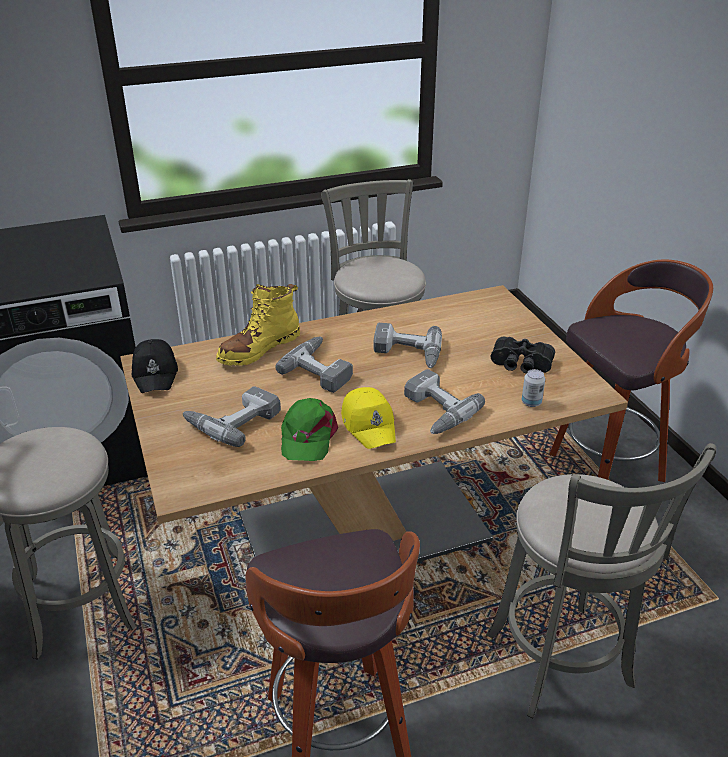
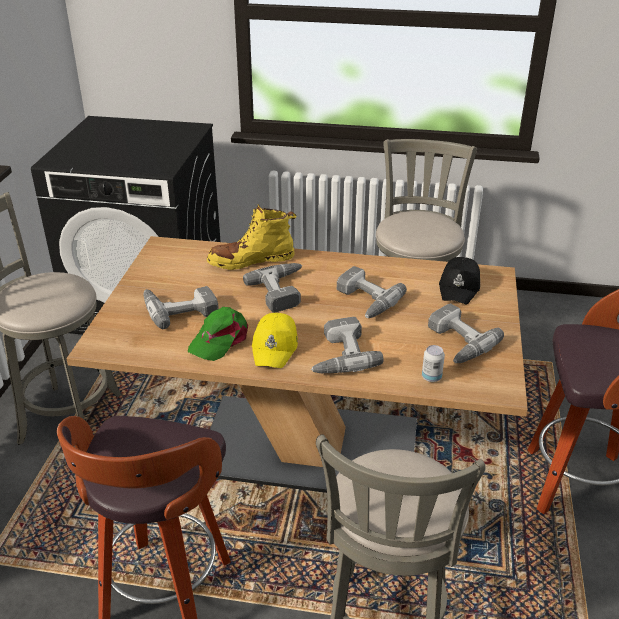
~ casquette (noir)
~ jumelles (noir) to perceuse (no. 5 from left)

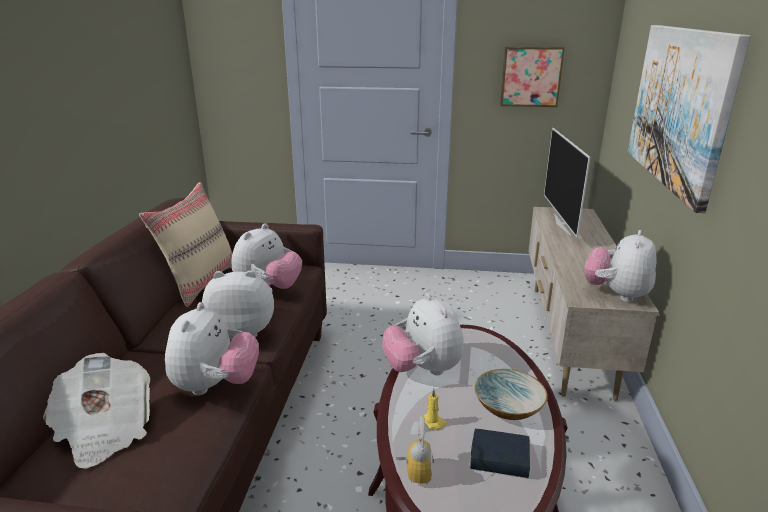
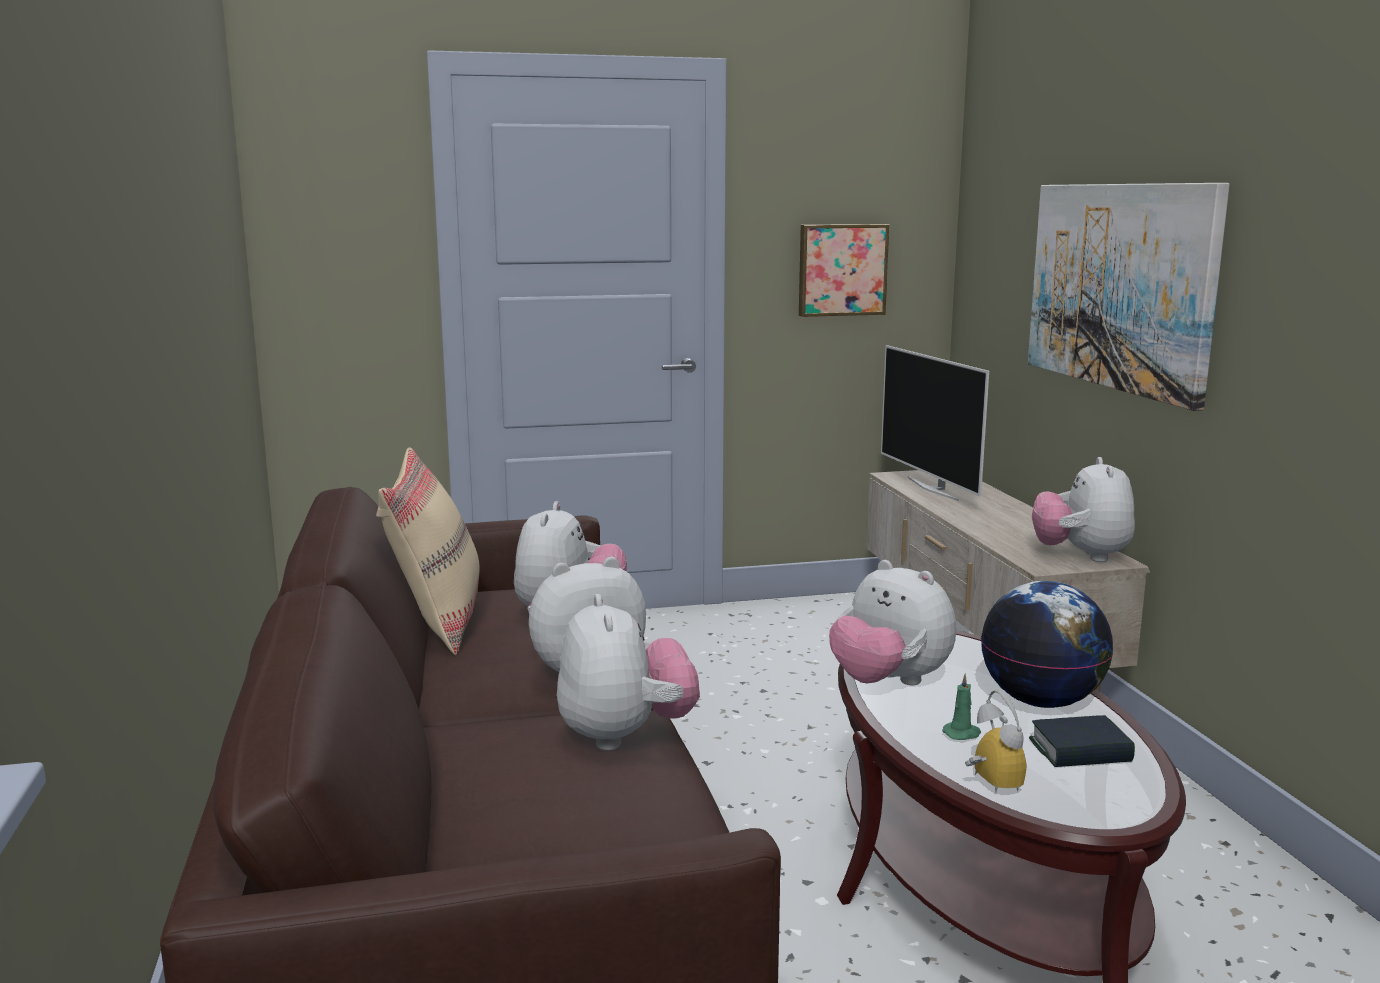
- journal
~ bol to globe
~ bougie (jaune) to bougie (vert)

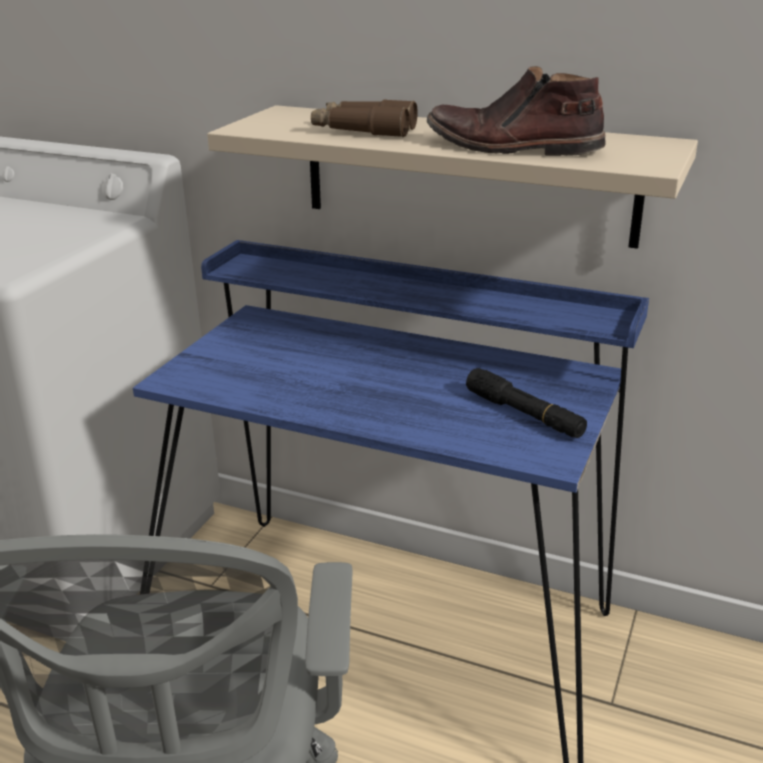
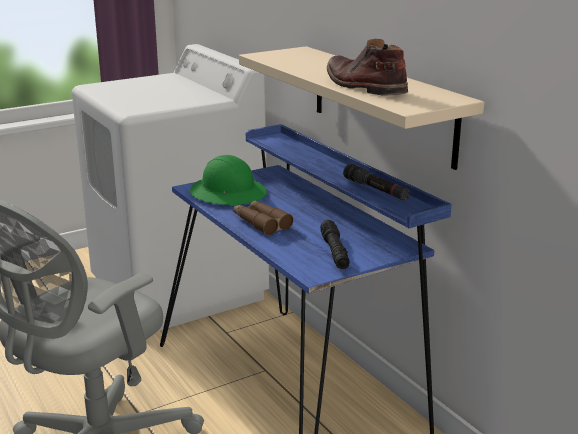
+ casque de chantier (vert)
+ lampe de poche (noir) (no. 2 from left)
~ jumelles (marron)

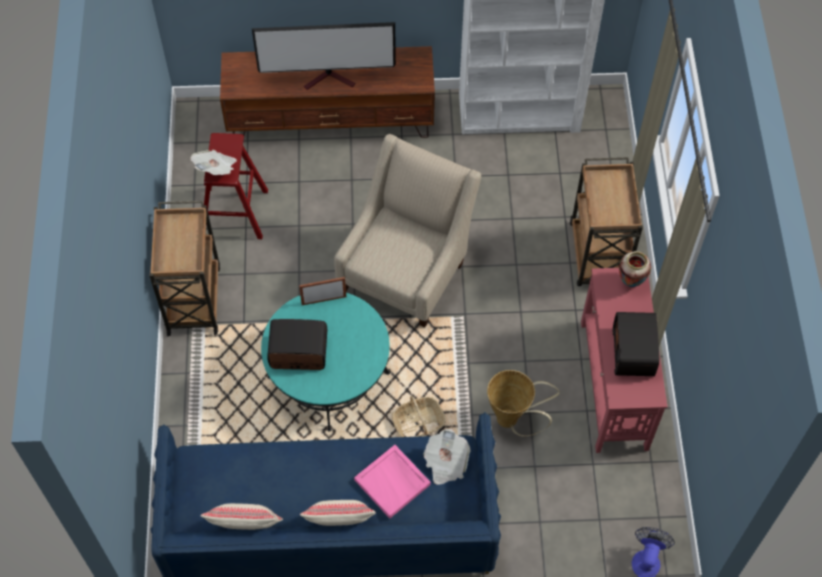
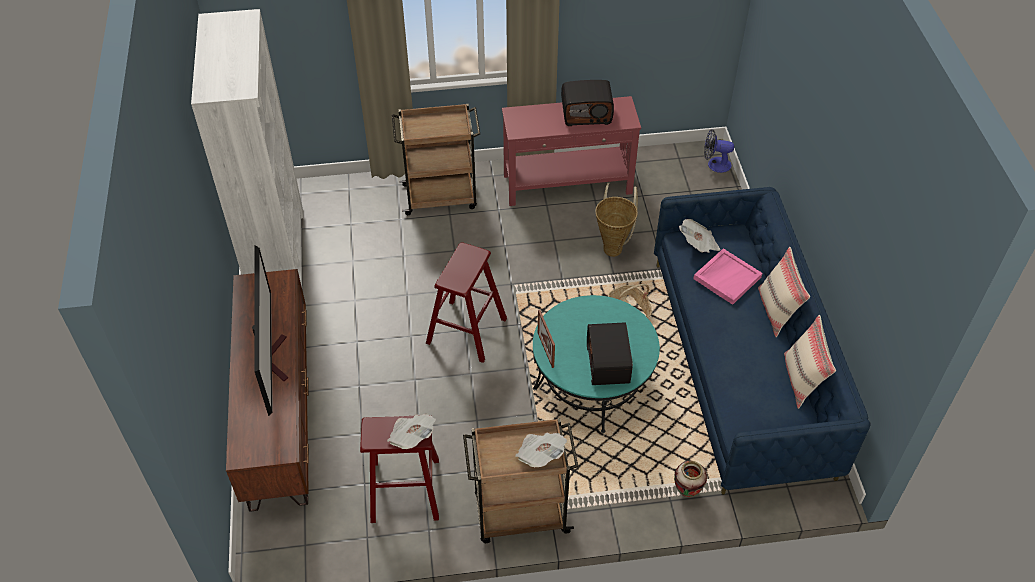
+ journal (no. 2 from left)
~ vase
~ fauteuil (beige) to tabouret (rouge) (no. 2 from left)

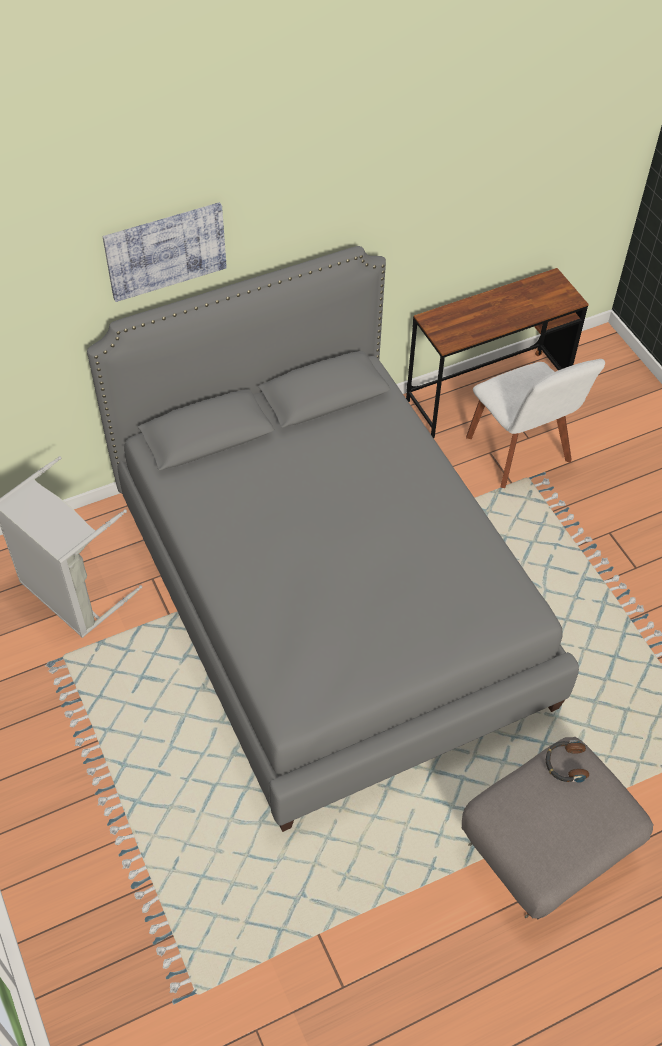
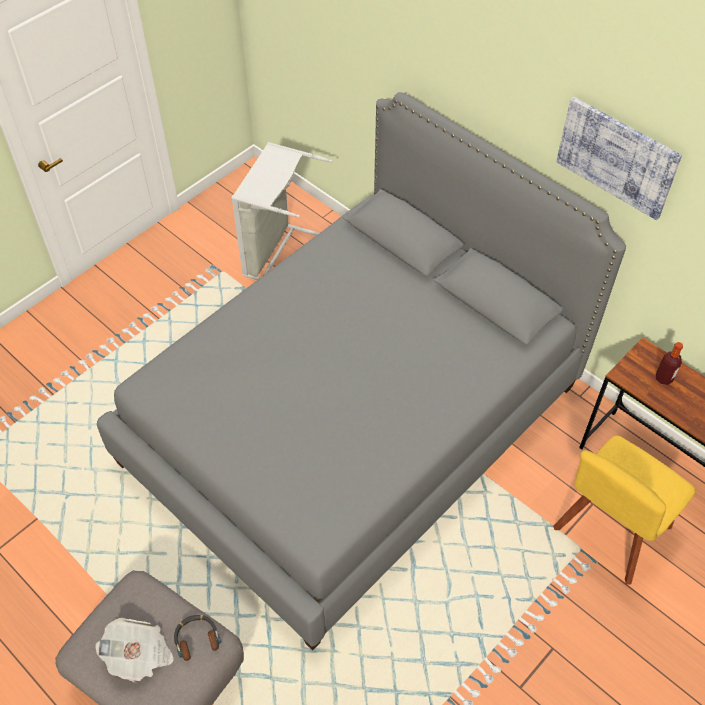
+ journal
+ bouteille
~ tableau
~ chaise (blanc) to chaise (jaune)

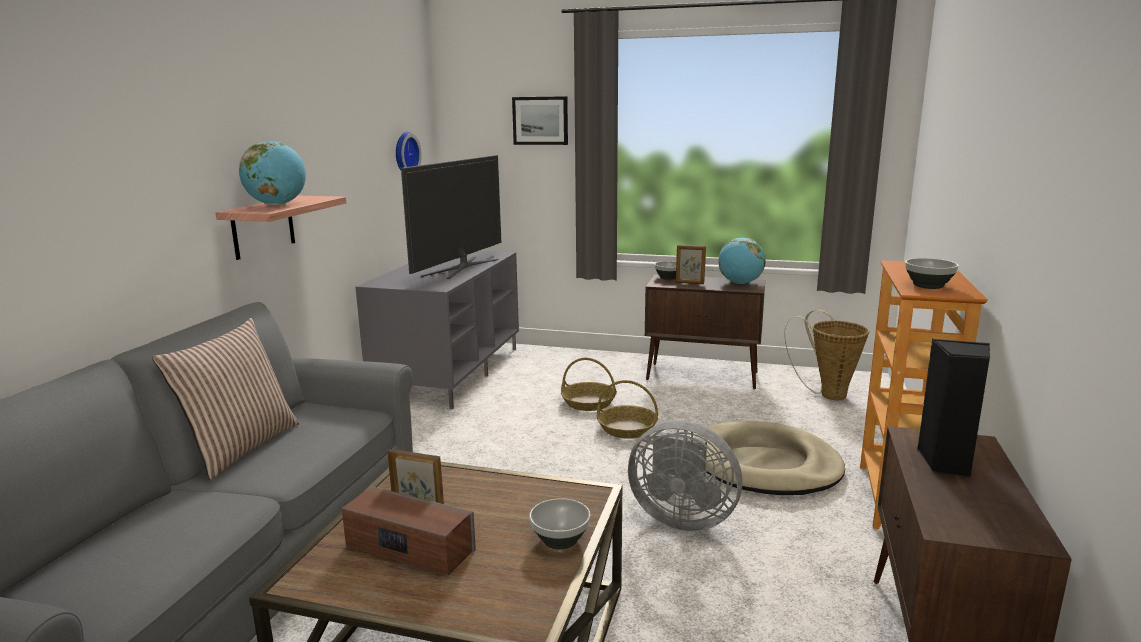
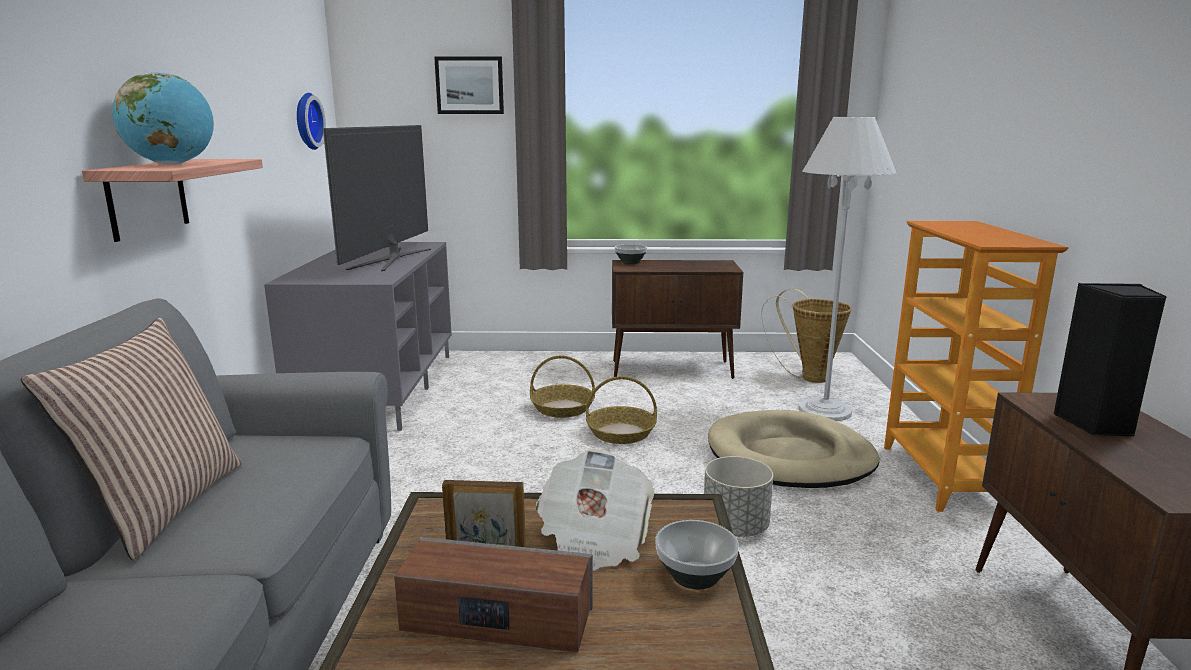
- cadre photo (no. 2 from left)
- globe (no. 2 from left)
- bol (no. 3 from left)
+ journal
+ lampadaire (blanc)
~ ventilateur (gris) to cache-pot (gris)

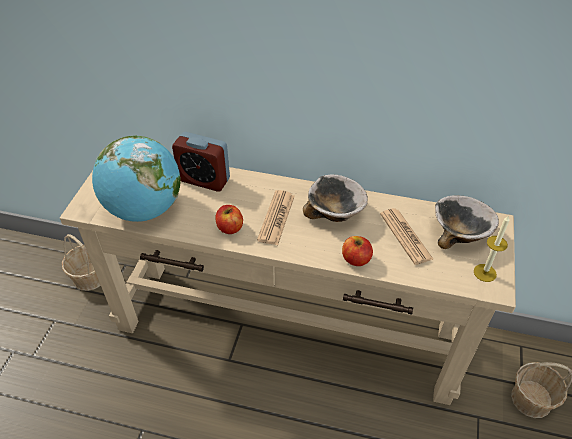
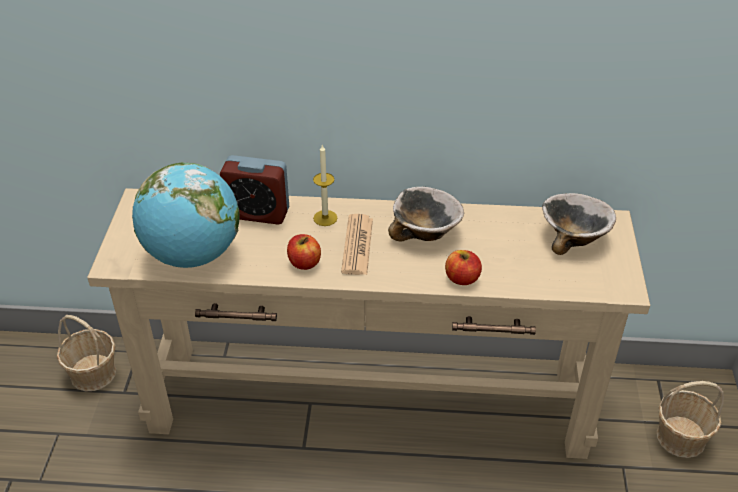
- journal (no. 2 from left)
~ bougie

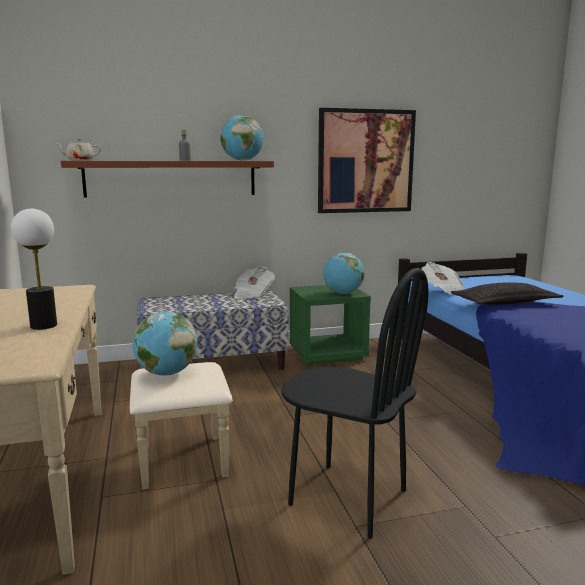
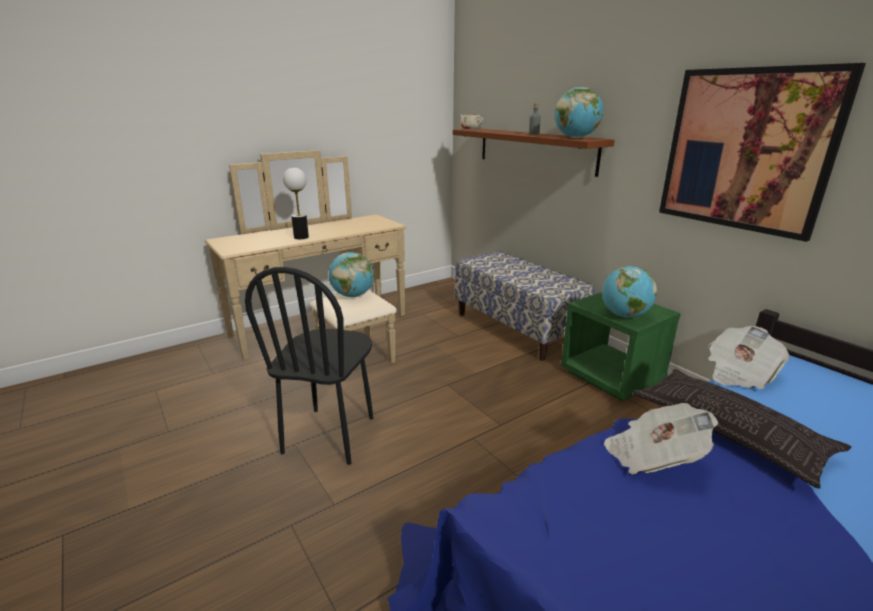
~ journal (no. 1 from left)

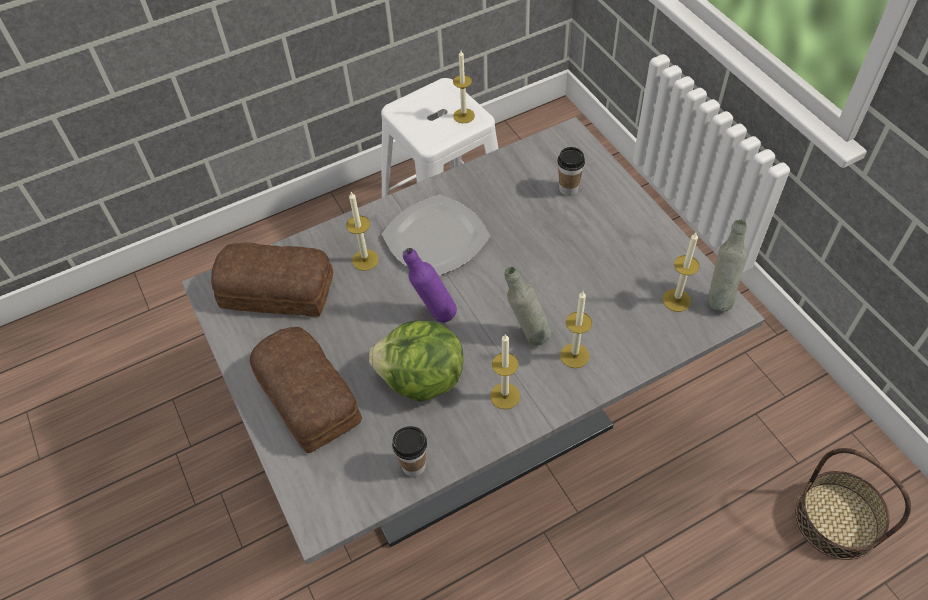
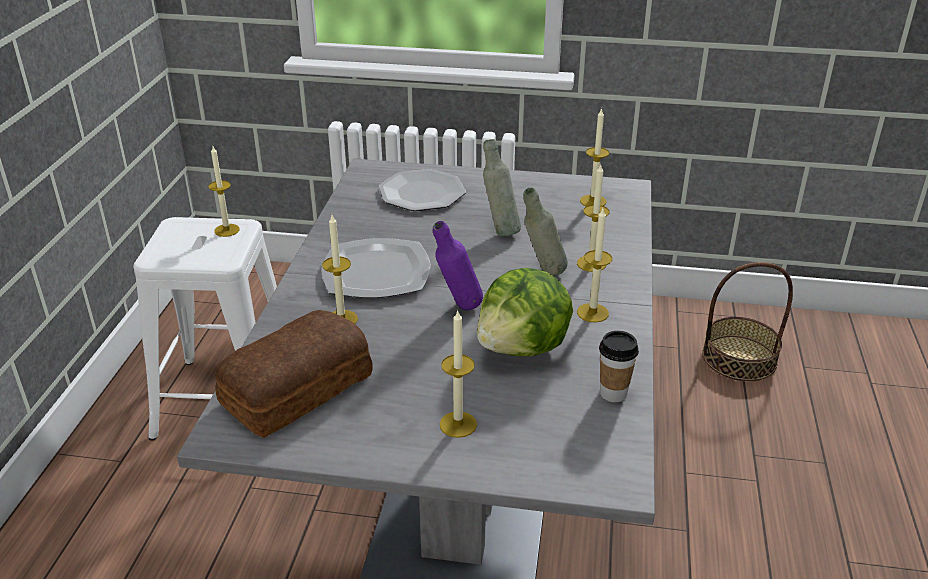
~ bouteille (gris) (no. 2 from left in the first image) to bouteille (gris) (no. 1 from left)
~ pain (no. 2 from left) to bougie (no. 3 from left)
~ tasse (no. 2 from left) to assiette (no. 2 from left)

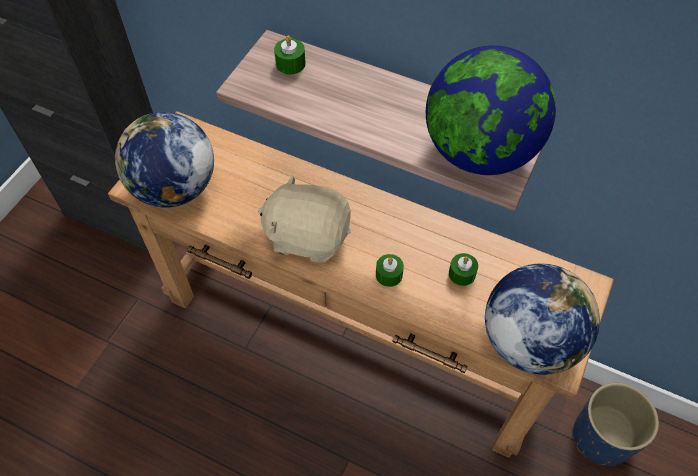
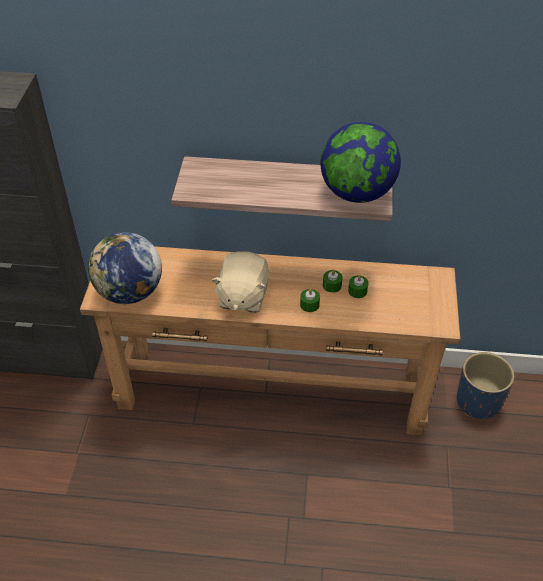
- globe (no. 3 from left)
~ bougie (vert) (no. 1 from left in the first image) to bougie (vert) (no. 2 from left)
~ peluche (beige) 75 degrees counterclockwise

